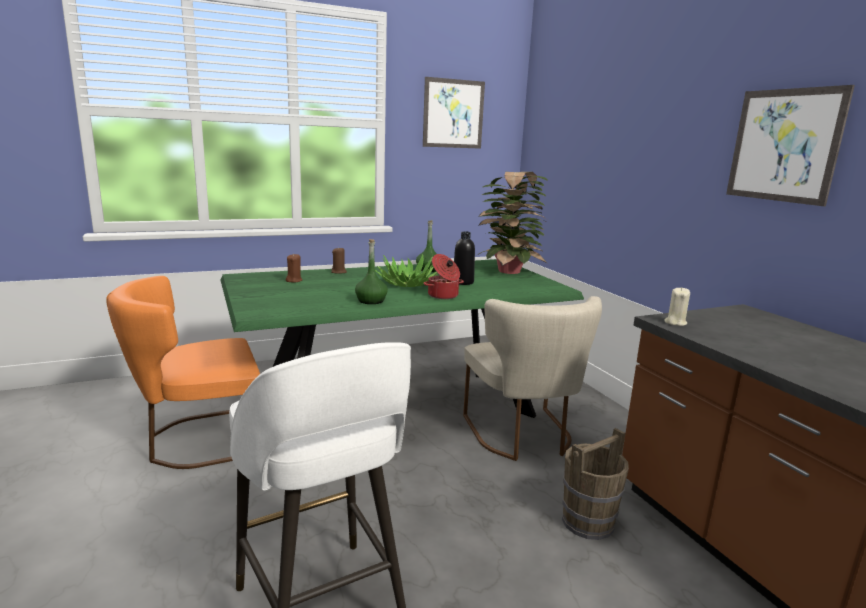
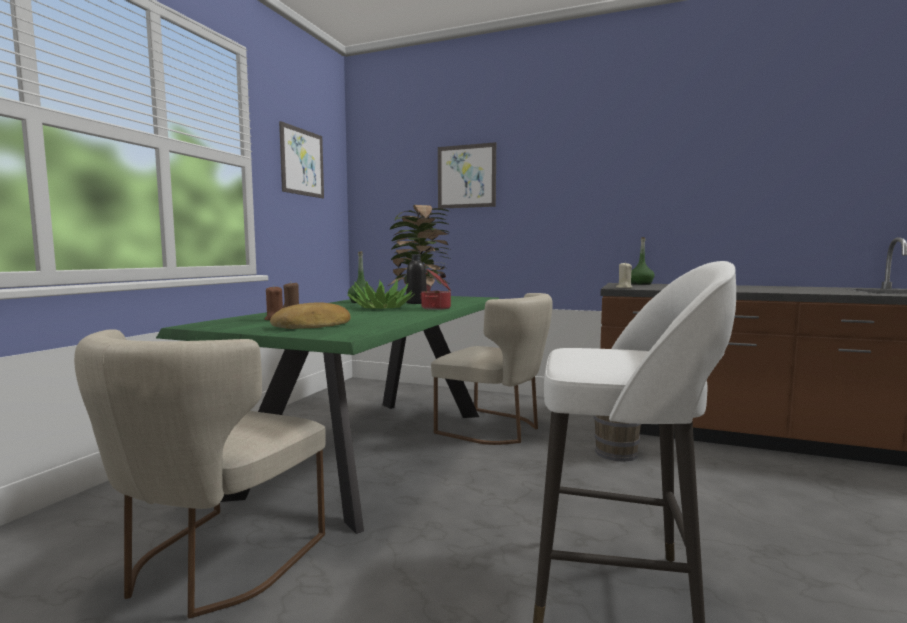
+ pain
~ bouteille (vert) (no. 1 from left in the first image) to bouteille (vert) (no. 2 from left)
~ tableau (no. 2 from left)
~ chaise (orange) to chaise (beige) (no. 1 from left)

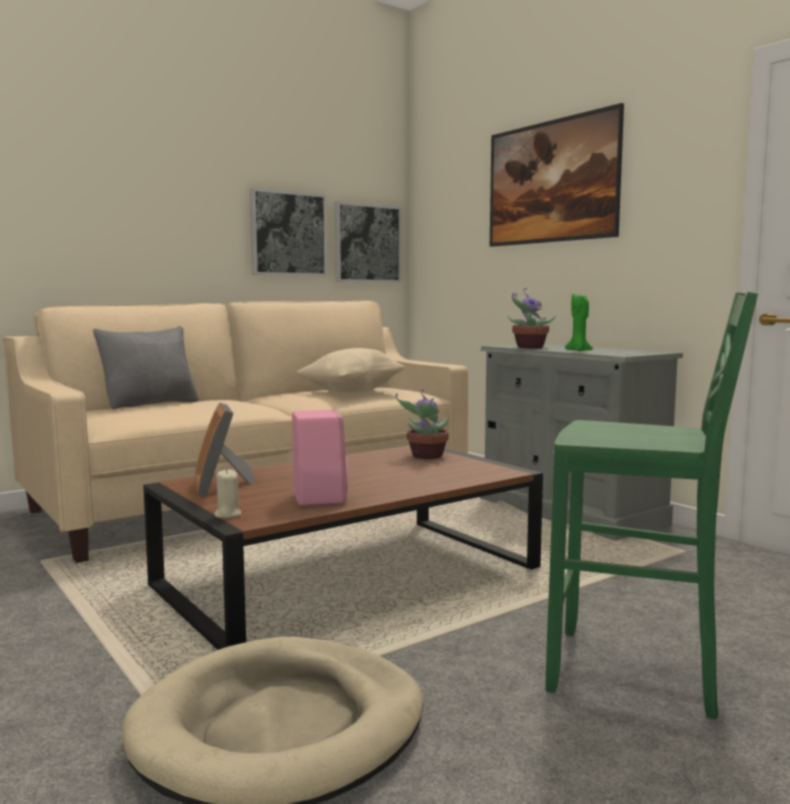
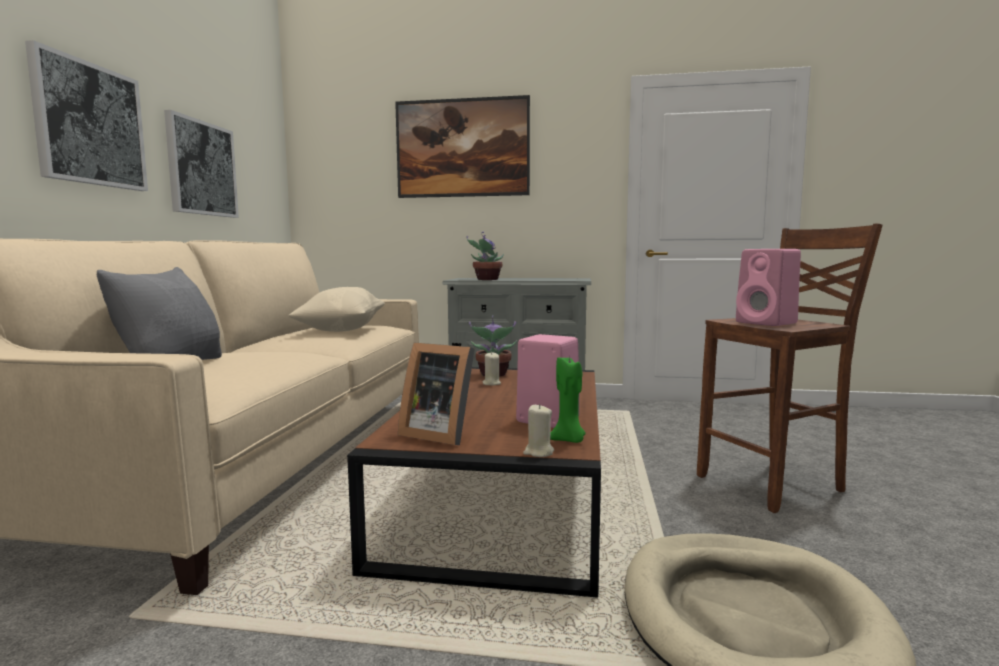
+ bougie (beige) (no. 1 from left)
+ enceinte (rose) (no. 2 from left)
~ tableau (no. 2 from left in the first image) to tableau (no. 1 from left)
~ bougie (vert)
~ tabouret (vert) to tabouret (marron)

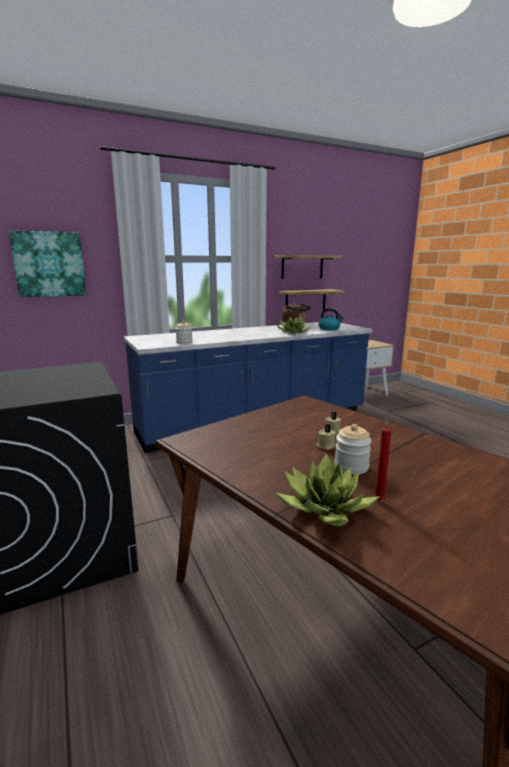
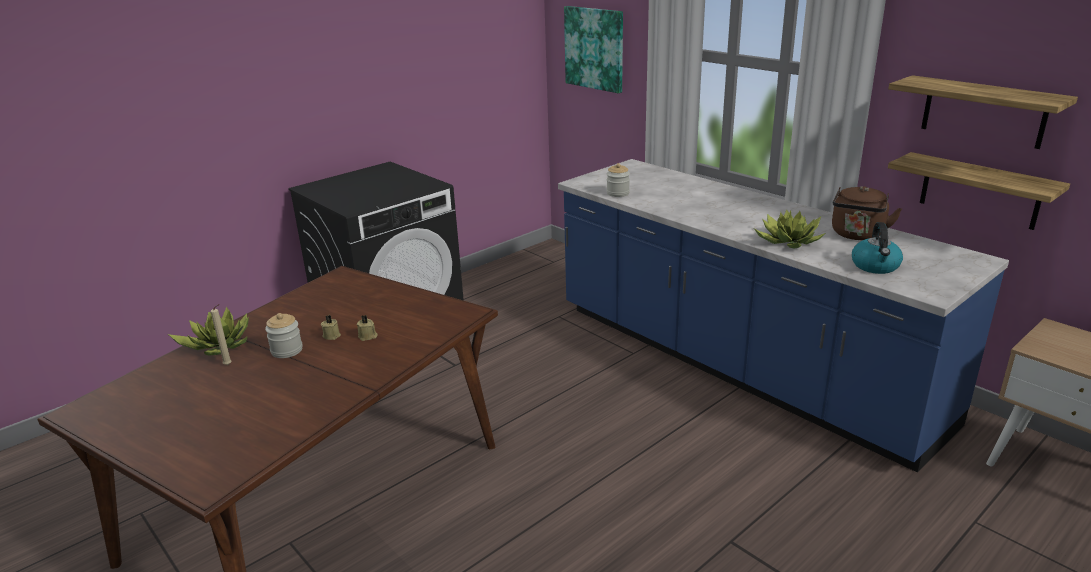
~ bougie (rouge) to bougie (beige) (no. 1 from left)

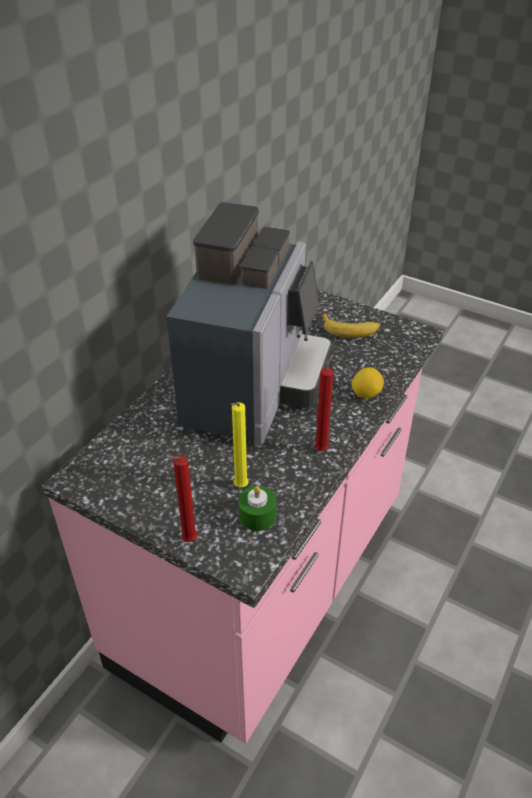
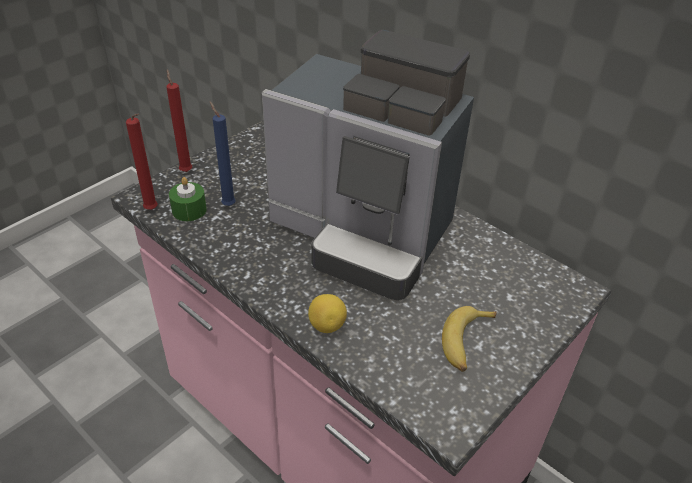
~ bougie (rouge) (no. 2 from left in the first image) to bougie (rouge) (no. 1 from left)
~ bougie (jaune) to bougie (bleu)

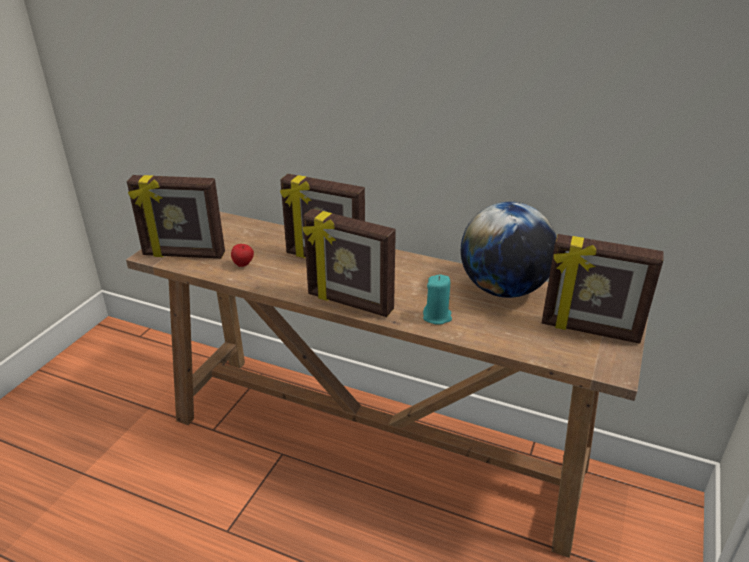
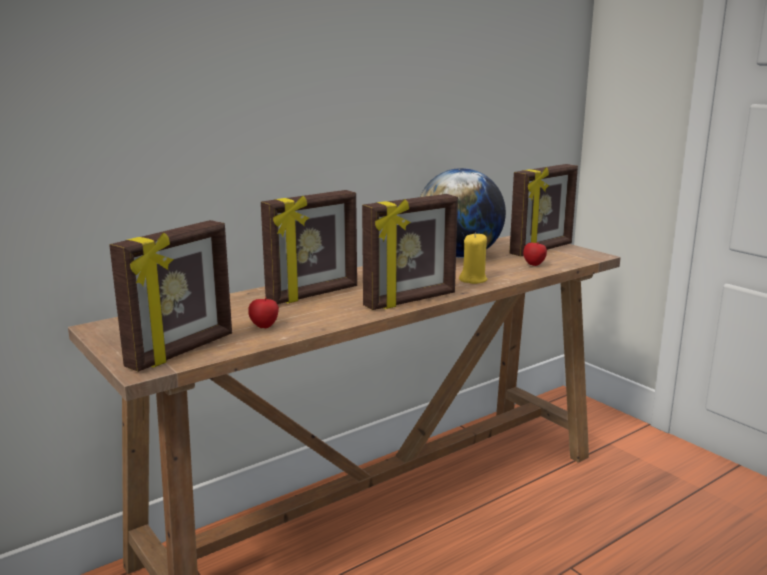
+ pomme (no. 2 from left)
~ bougie (turquoise) to bougie (jaune)

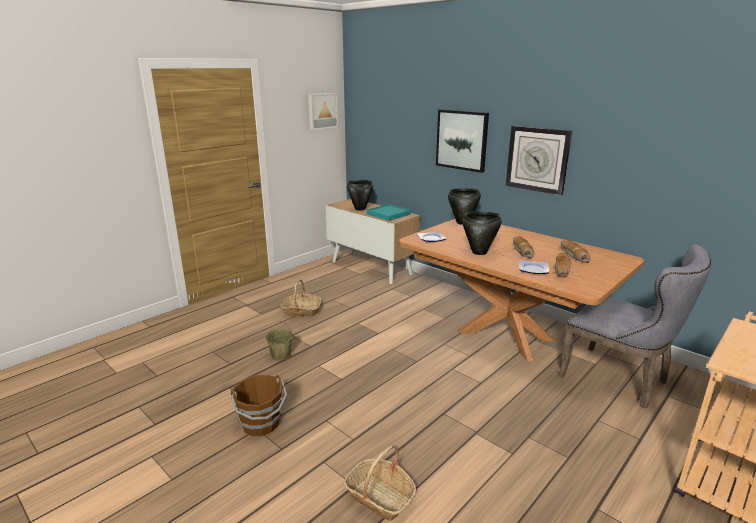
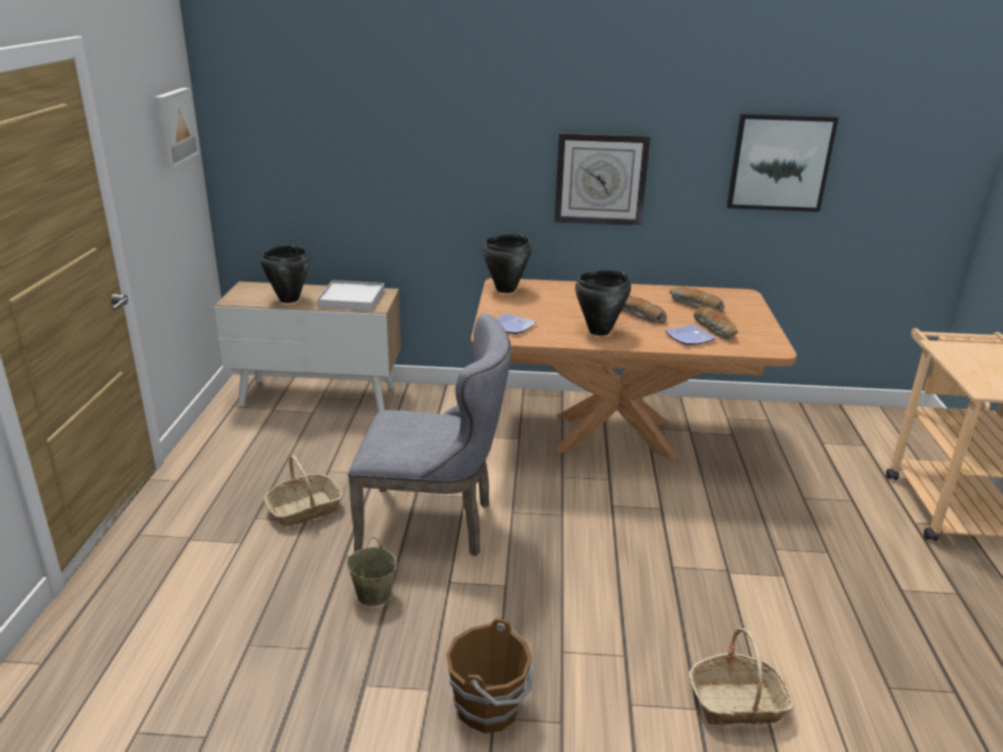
~ tableau (no. 2 from left)
~ chaise (gris)
~ plateau (turquoise) to plateau (blanc)

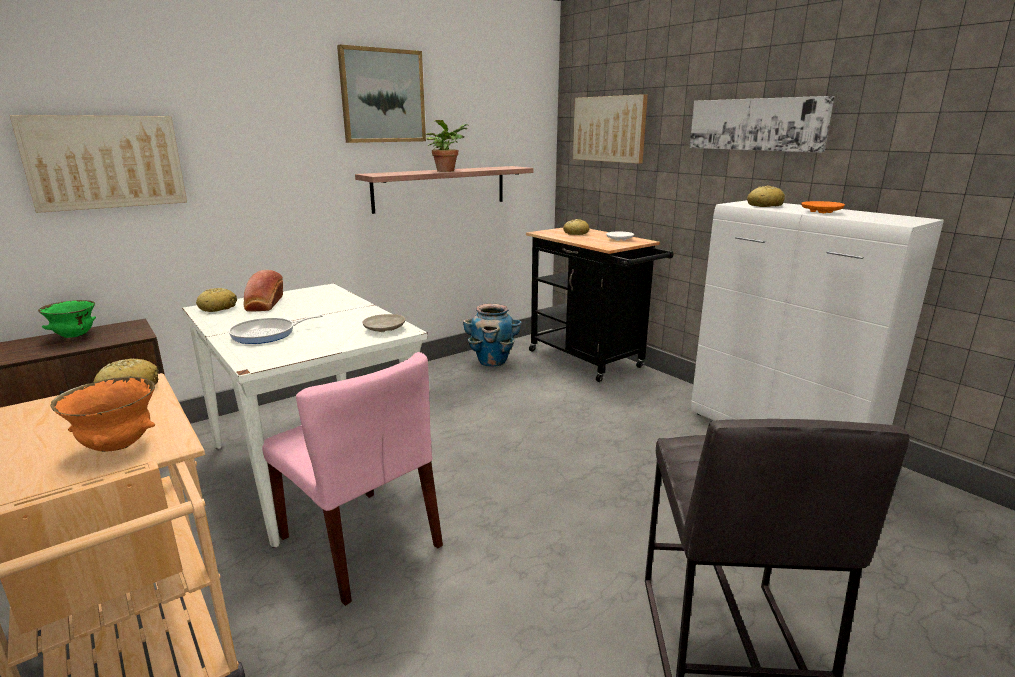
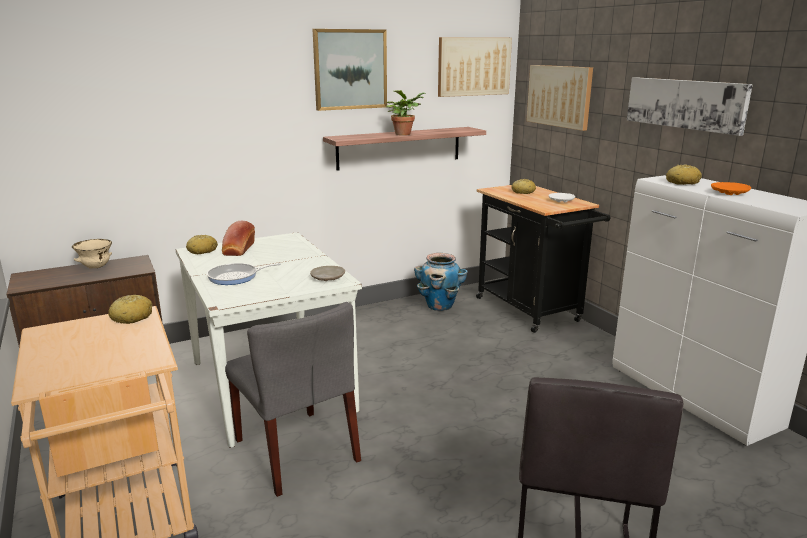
- bol (orange)
~ tableau (no. 1 from left in the first image) to tableau (no. 2 from left)
~ bol (vert) to bol (beige)
~ chaise (rose) to chaise (gris)

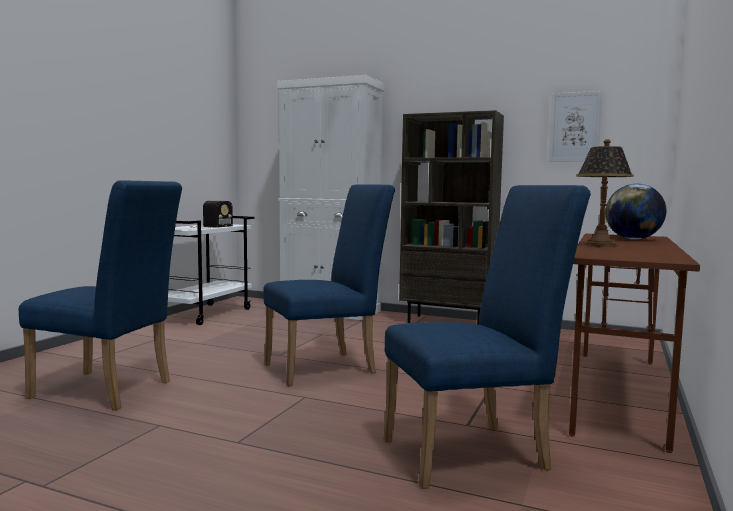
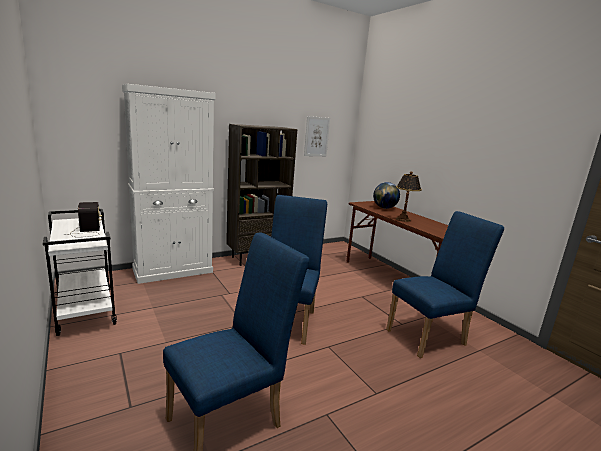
~ chaise (bleu) (no. 3 from left) 45 degrees clockwise

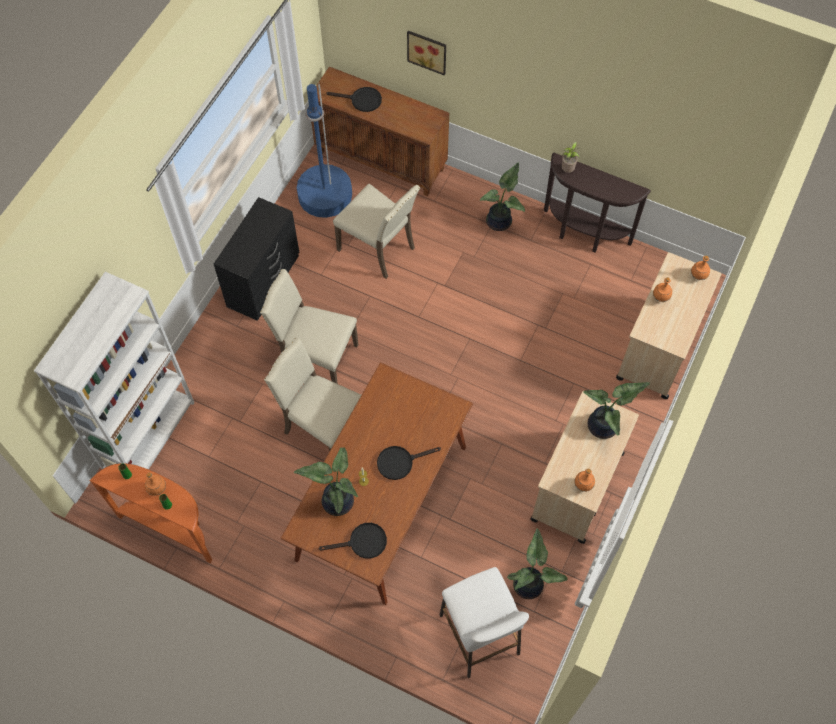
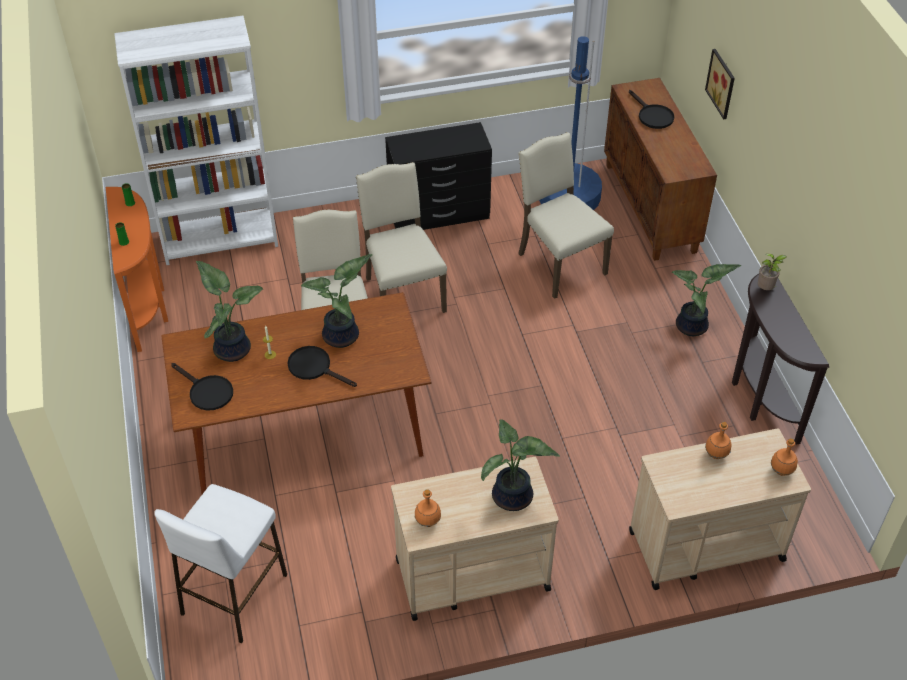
- bouteille (orange) (no. 1 from left)
~ plante en pot (no. 3 from left in the first image) to plante en pot (no. 2 from left)
~ chaise (beige) (no. 3 from left) 150 degrees clockwise

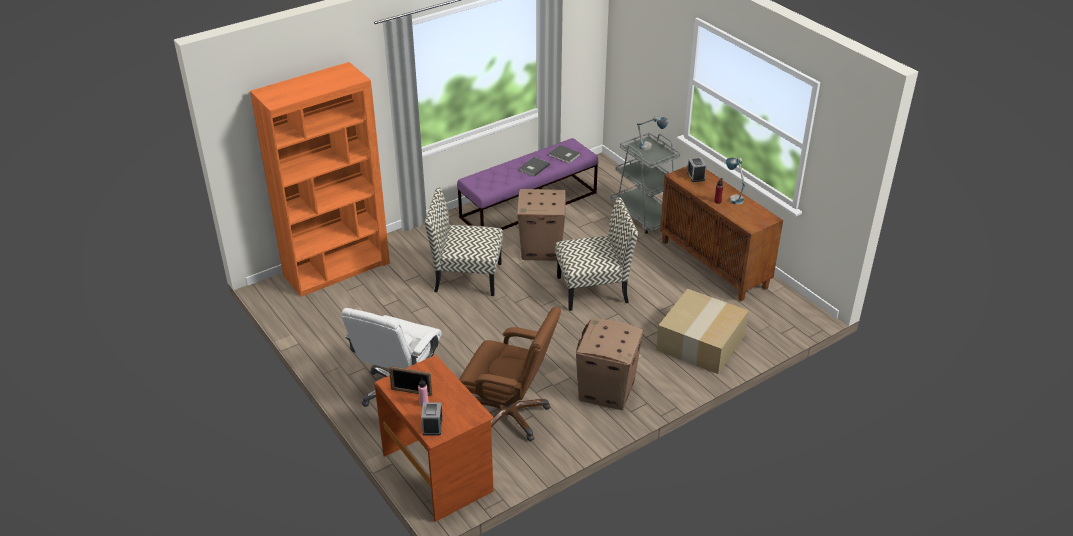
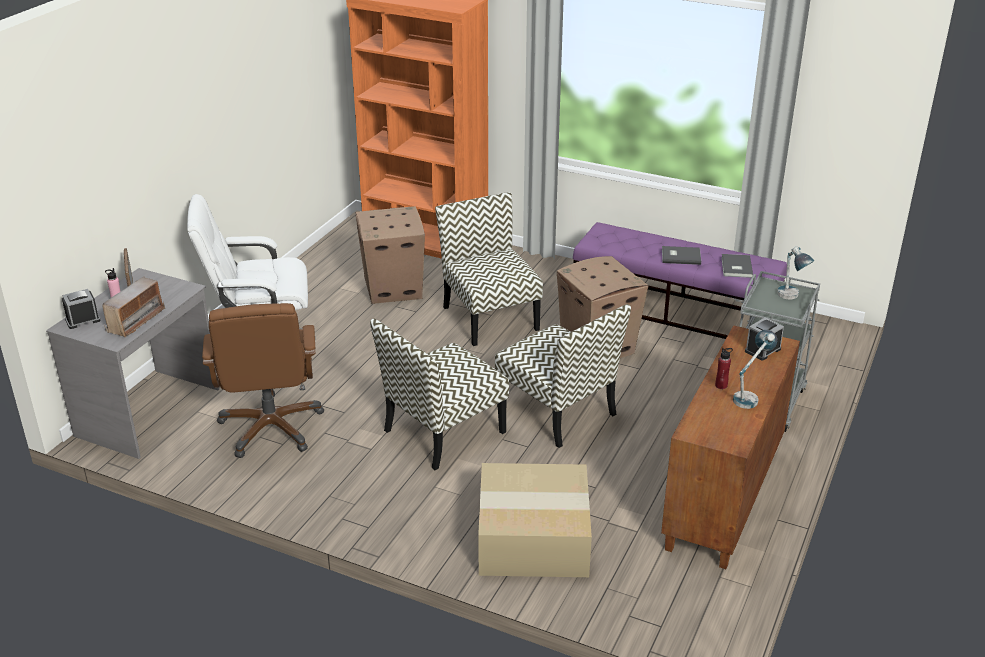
+ radio
+ chaise (no. 1 from left)
~ carton (no. 2 from left in the first image) to carton (no. 1 from left)
~ bureau (marron) to bureau (gris)

